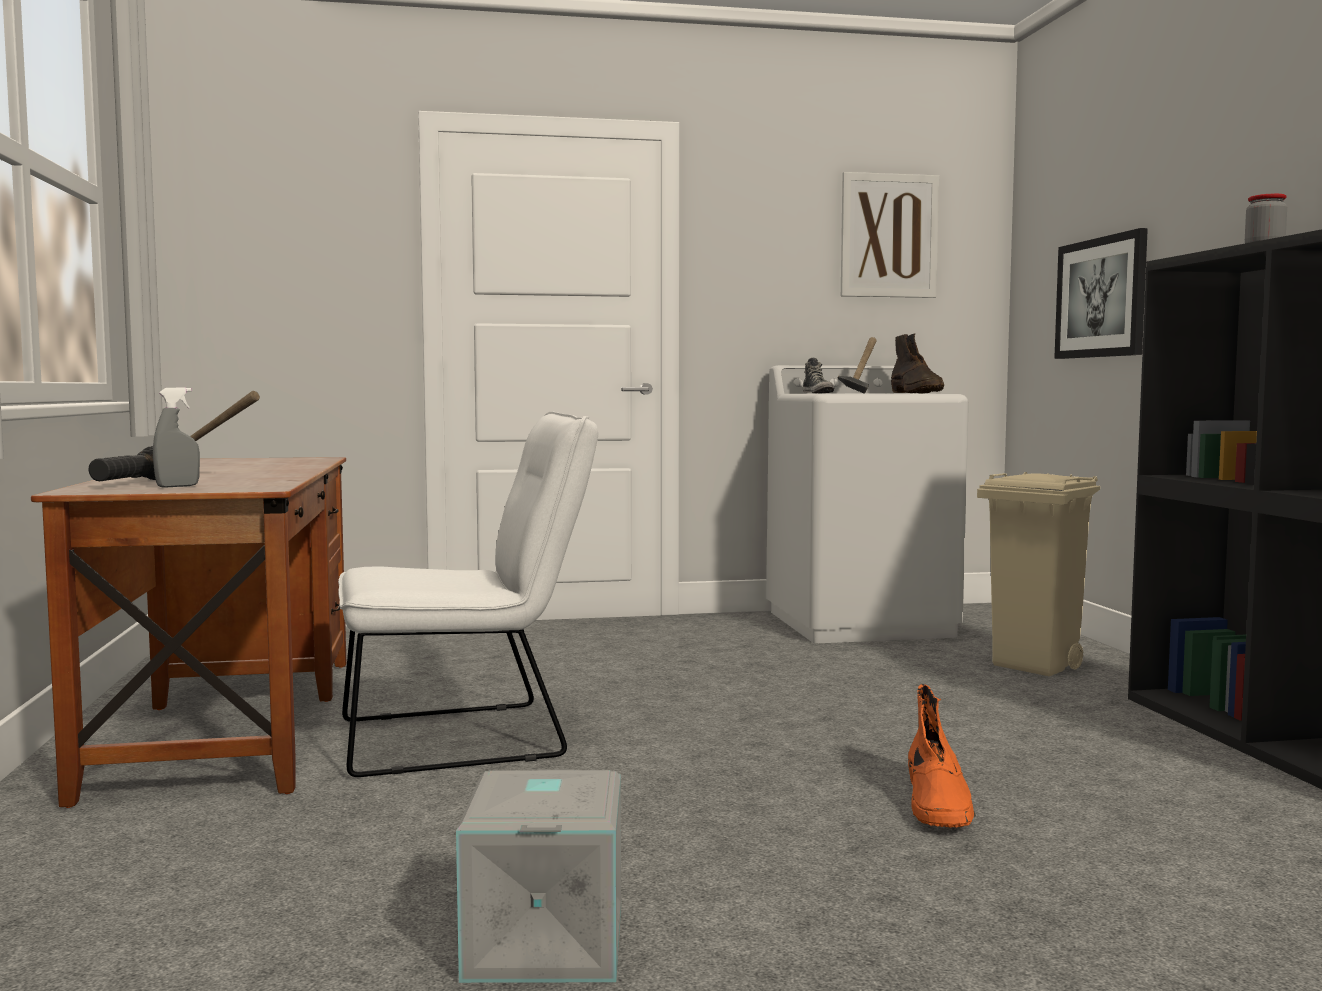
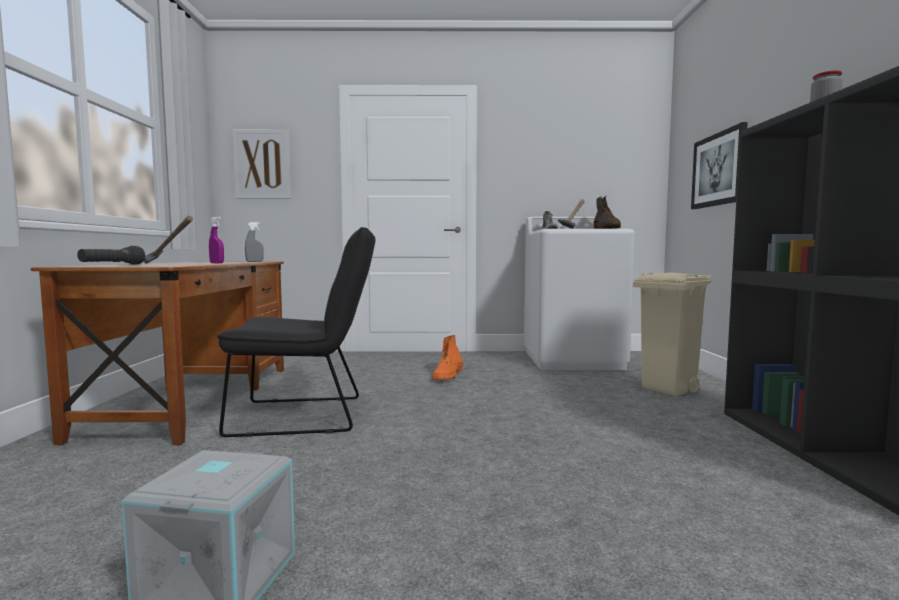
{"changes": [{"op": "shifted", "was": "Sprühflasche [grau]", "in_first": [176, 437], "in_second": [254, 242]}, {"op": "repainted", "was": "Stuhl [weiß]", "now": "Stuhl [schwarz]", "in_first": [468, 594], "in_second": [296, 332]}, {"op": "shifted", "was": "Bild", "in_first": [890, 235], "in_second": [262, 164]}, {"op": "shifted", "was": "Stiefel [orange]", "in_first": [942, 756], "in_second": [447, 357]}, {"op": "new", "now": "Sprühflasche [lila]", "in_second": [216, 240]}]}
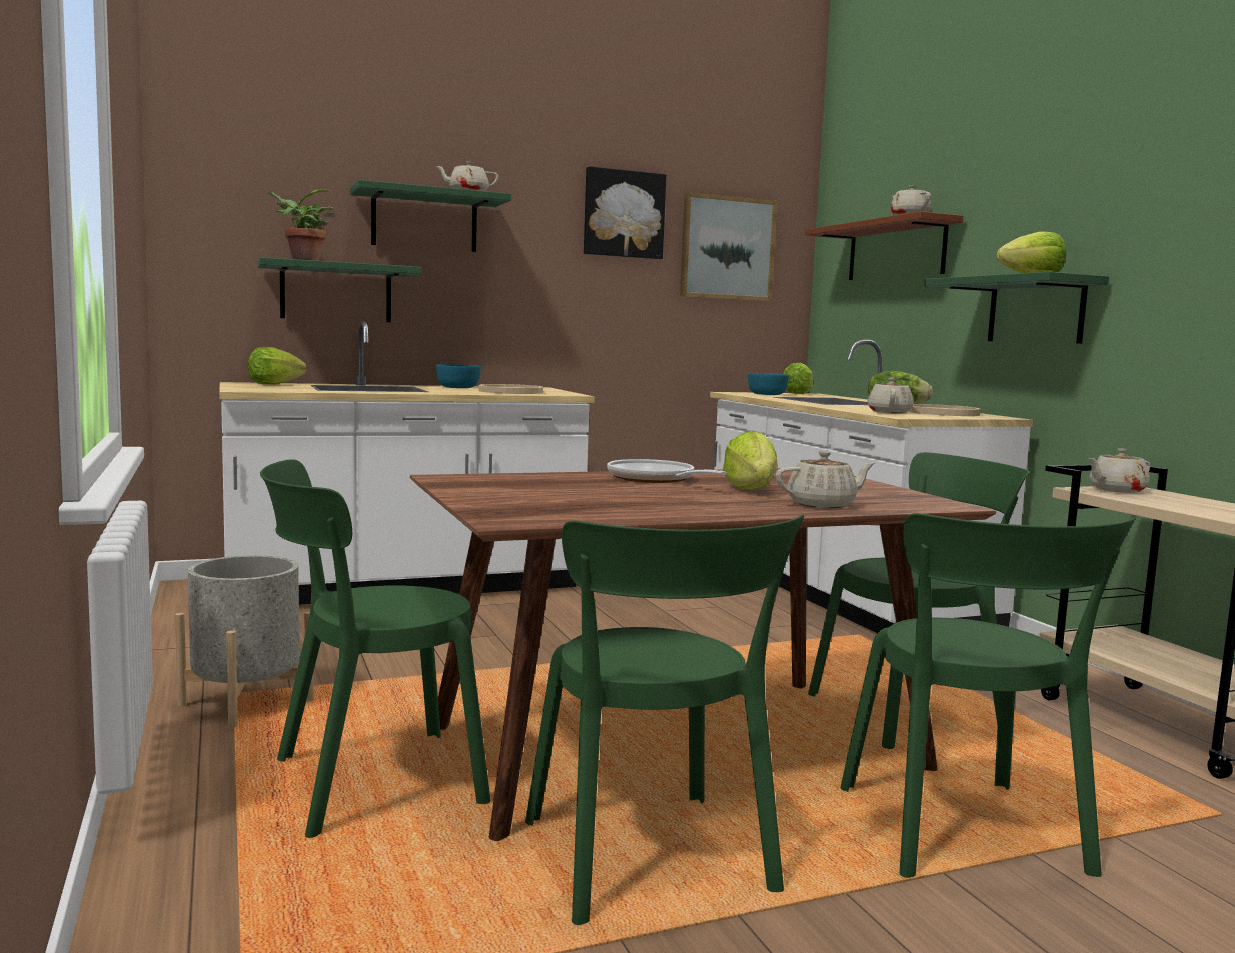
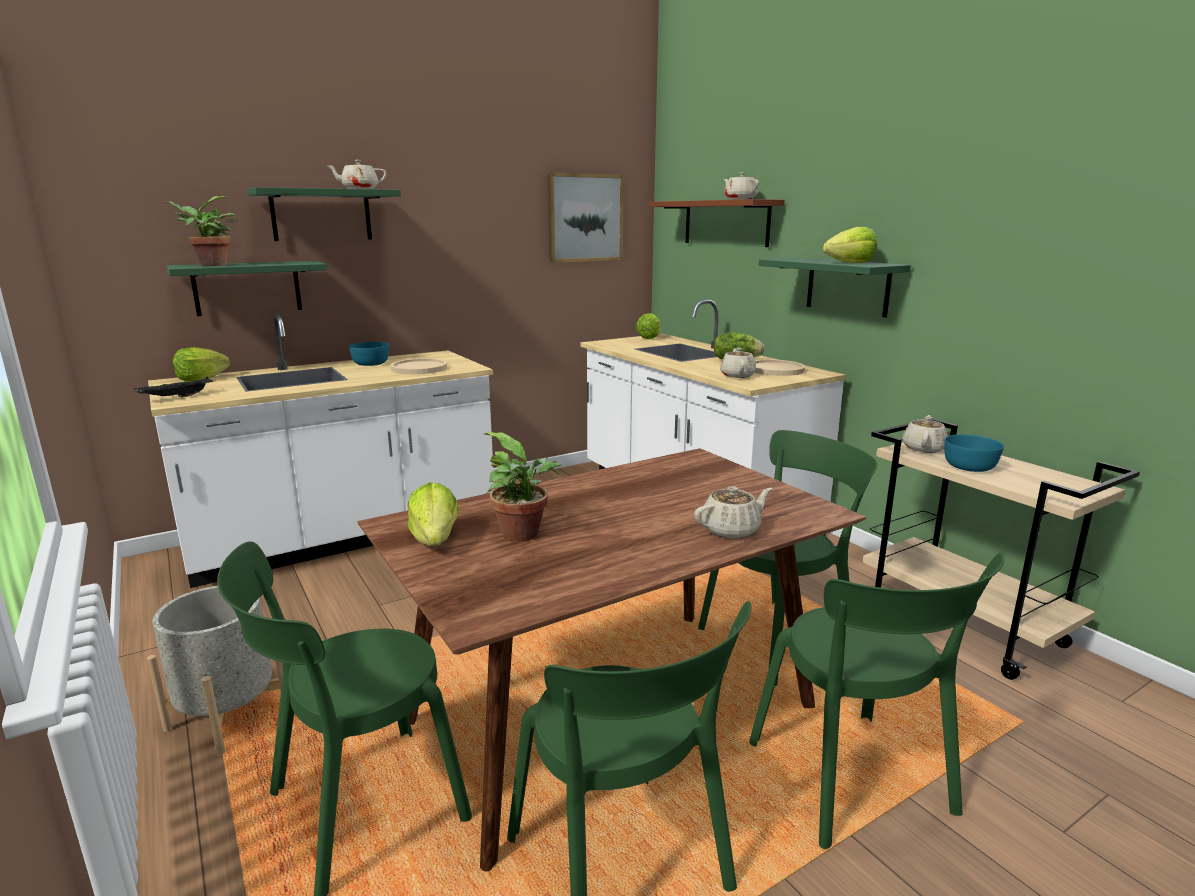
{"changes": [{"op": "gone", "was": "Bild", "in_first": [625, 212]}, {"op": "gone", "was": "Pfanne", "in_first": [667, 471]}, {"op": "shifted", "was": "Salatkopf", "in_first": [750, 460], "in_second": [433, 514]}, {"op": "shifted", "was": "Schüssel [türkis]", "in_first": [768, 384], "in_second": [974, 453]}, {"op": "rotated", "was": "Teekanne [beige]", "in_first": [1119, 470], "in_second": [925, 434], "clockwise": 150}, {"op": "new", "now": "Tablett [schwarz]", "in_second": [173, 387]}, {"op": "new", "now": "Topfpflanze", "in_second": [523, 487]}]}
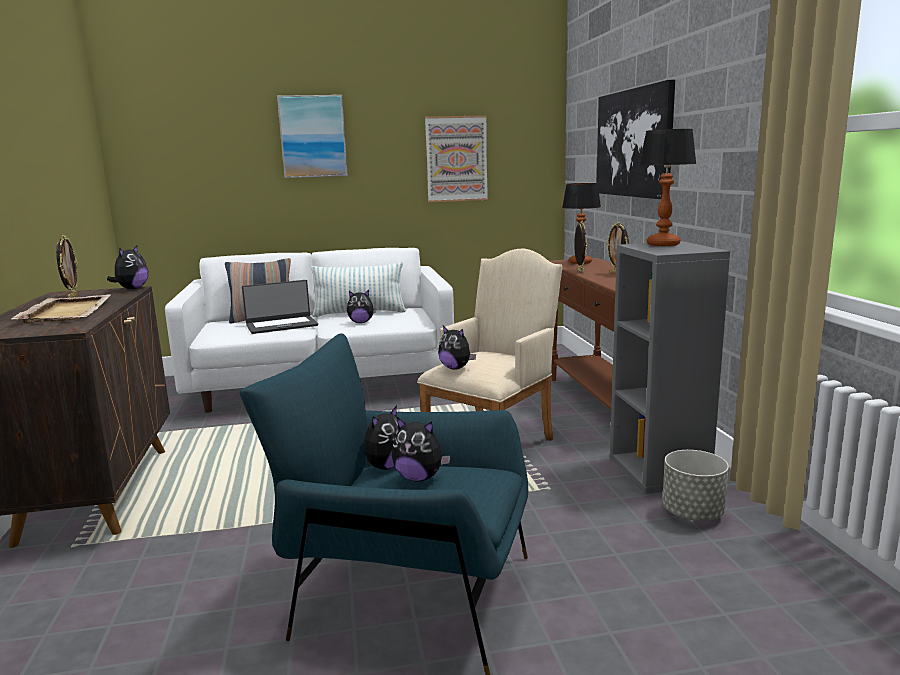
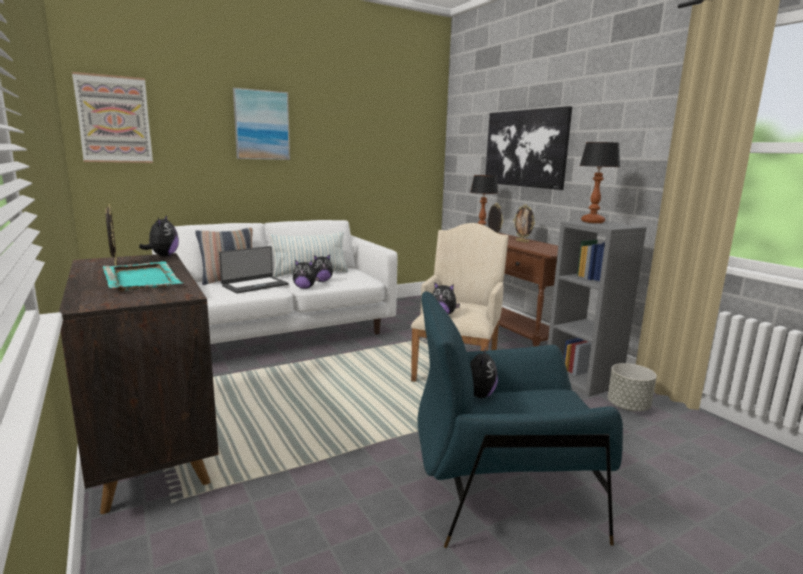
{"changes": [{"op": "repainted", "was": "Tablett [beige]", "now": "Tablett [türkis]", "in_first": [60, 309], "in_second": [142, 276]}, {"op": "shifted", "was": "Plüschtier", "in_first": [421, 449], "in_second": [306, 274]}, {"op": "shifted", "was": "Bild", "in_first": [456, 158], "in_second": [112, 117]}]}
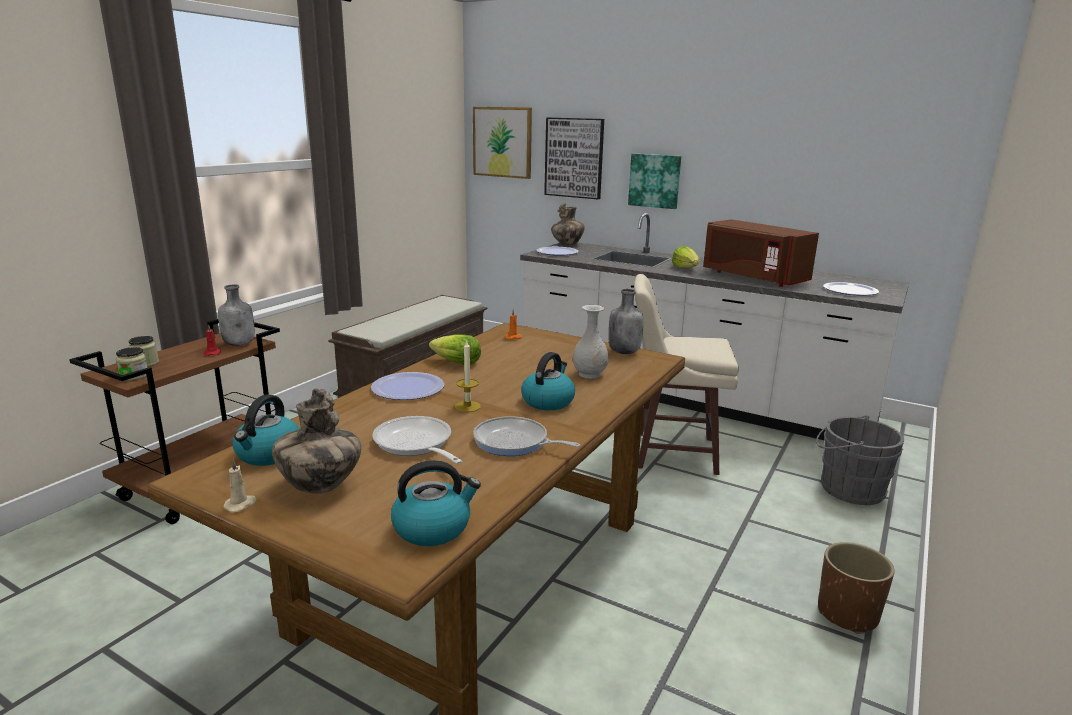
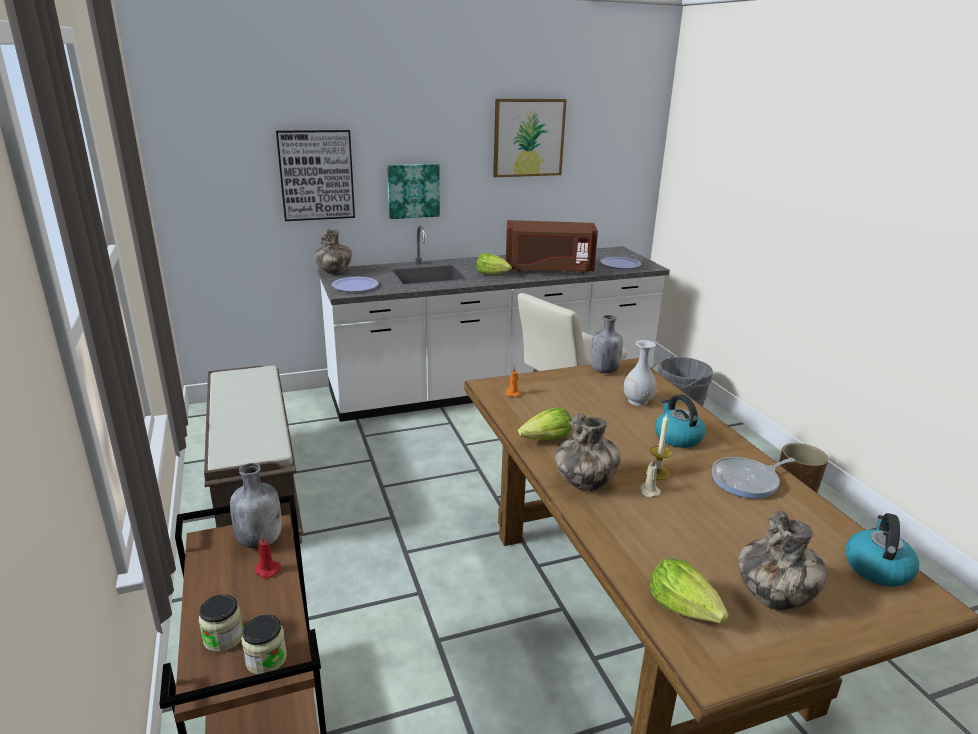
{"changes": [{"op": "shifted", "was": "Kerze [beige]", "in_first": [240, 486], "in_second": [650, 478]}, {"op": "swapped", "was": "Wasserkessel", "now": "Salatkopf", "in_first": [266, 430], "in_second": [689, 591]}, {"op": "swapped", "was": "Teller", "now": "Vase", "in_first": [407, 386], "in_second": [588, 452]}, {"op": "gone", "was": "Pfanne", "in_first": [417, 440]}, {"op": "shifted", "was": "Bild", "in_first": [502, 143], "in_second": [530, 138]}]}
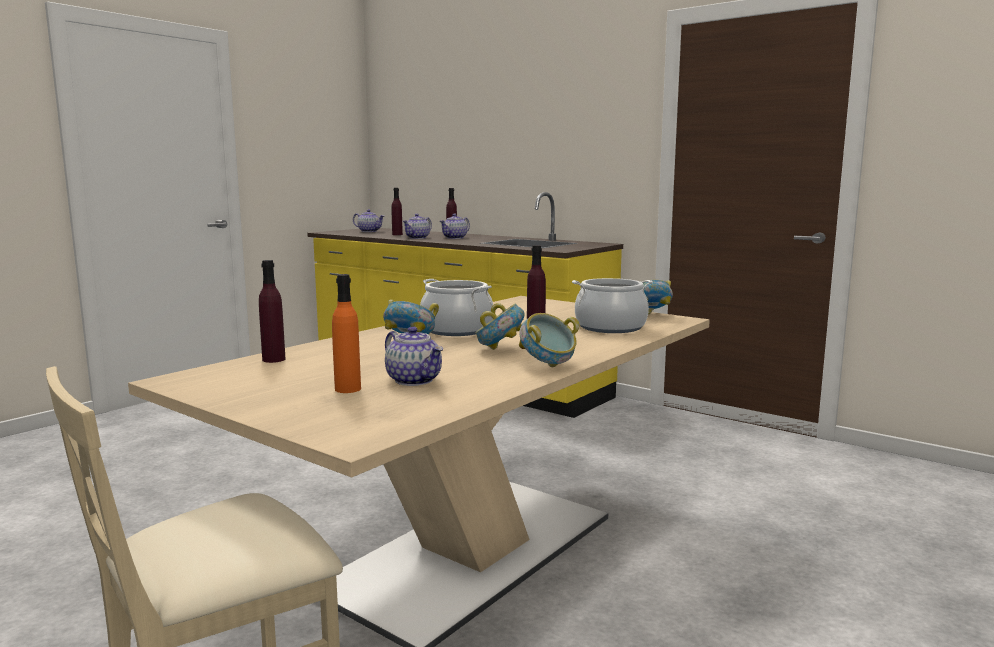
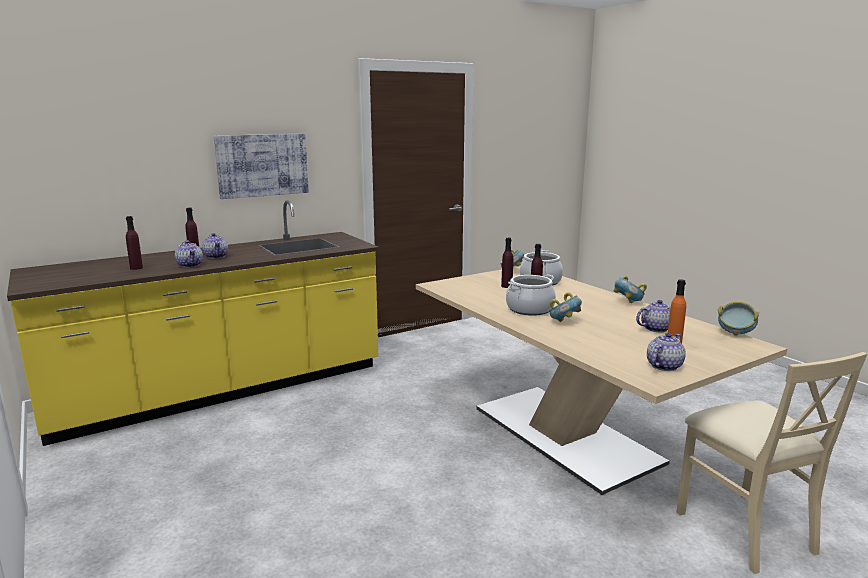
{"changes": [{"op": "shifted", "was": "Flasche [lila]", "in_first": [272, 311], "in_second": [507, 263]}, {"op": "shifted", "was": "Teekanne", "in_first": [368, 220], "in_second": [666, 352]}, {"op": "shifted", "was": "Schüssel", "in_first": [500, 326], "in_second": [738, 319]}, {"op": "new", "now": "Bild", "in_second": [261, 166]}]}
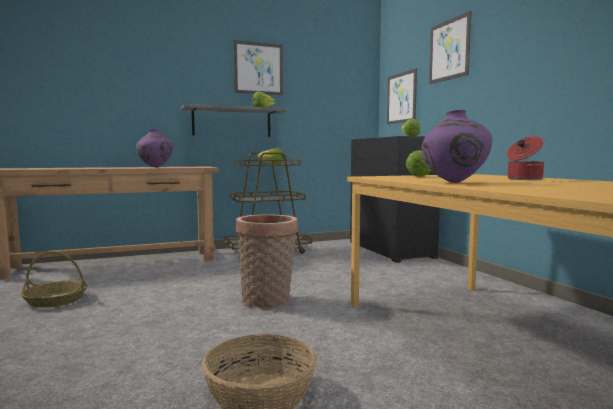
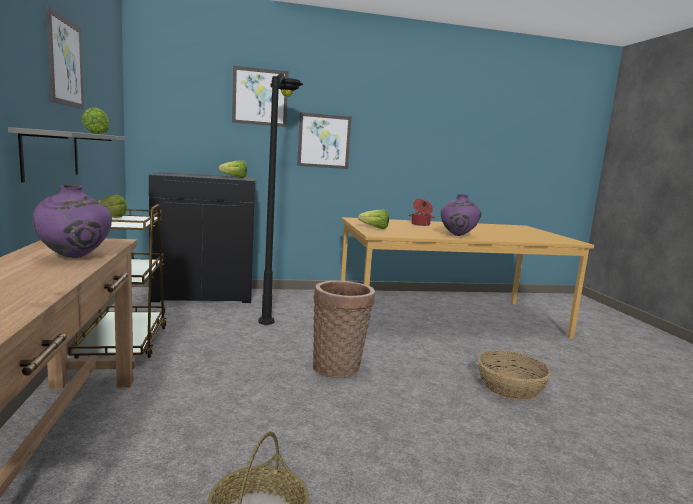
{"changes": [{"op": "shifted", "was": "Bild", "in_first": [402, 96], "in_second": [324, 140]}, {"op": "new", "now": "Stehlampe [schwarz]", "in_second": [280, 199]}]}
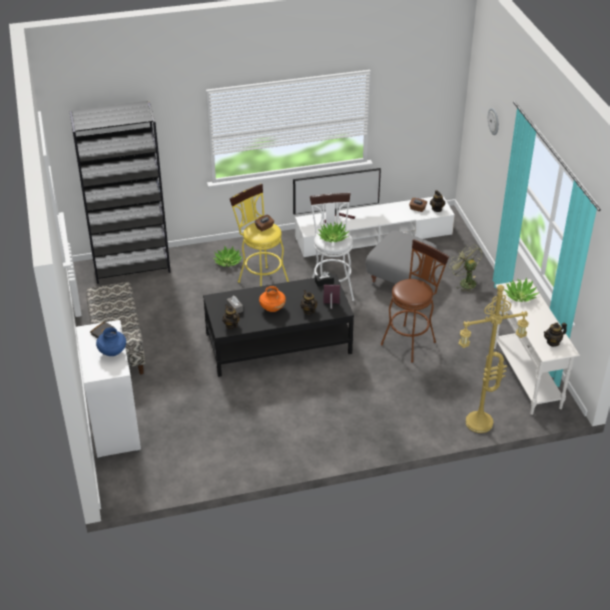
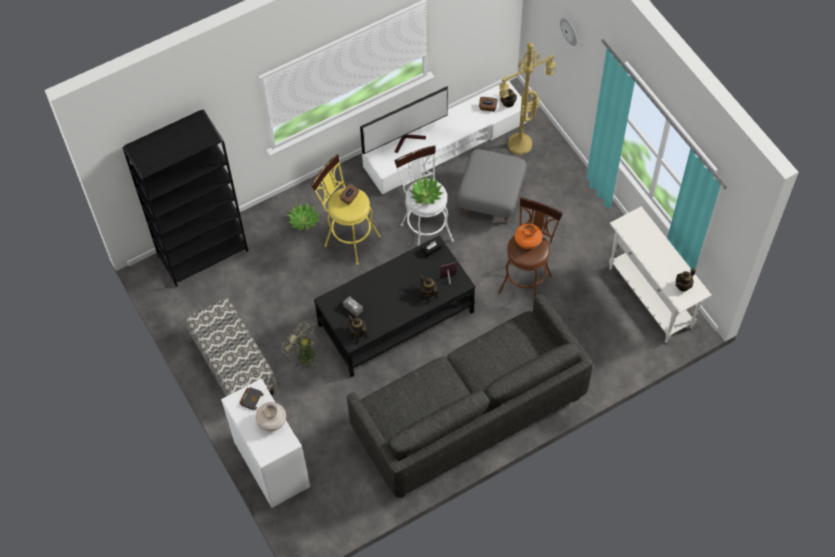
{"changes": [{"op": "repainted", "was": "Vase [blau]", "now": "Vase [beige]", "in_first": [111, 341], "in_second": [271, 416]}, {"op": "shifted", "was": "Vase [orange]", "in_first": [272, 299], "in_second": [528, 236]}, {"op": "shifted", "was": "Ventilator [grün]", "in_first": [465, 268], "in_second": [299, 345]}, {"op": "shifted", "was": "Stehlampe [gelb]", "in_first": [494, 359], "in_second": [527, 99]}, {"op": "gone", "was": "Topfpflanze", "in_first": [521, 289]}, {"op": "new", "now": "Sofa [grau]", "in_second": [470, 395]}]}
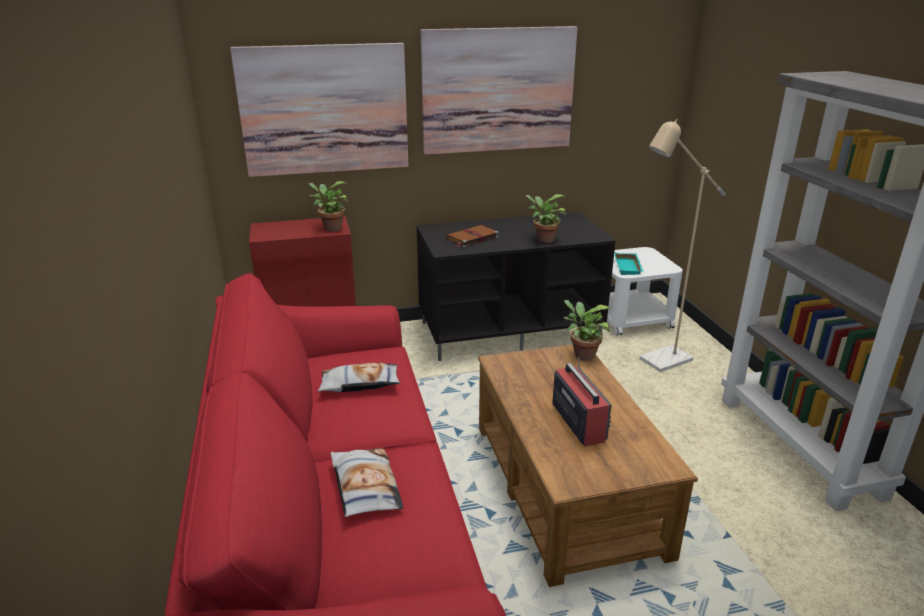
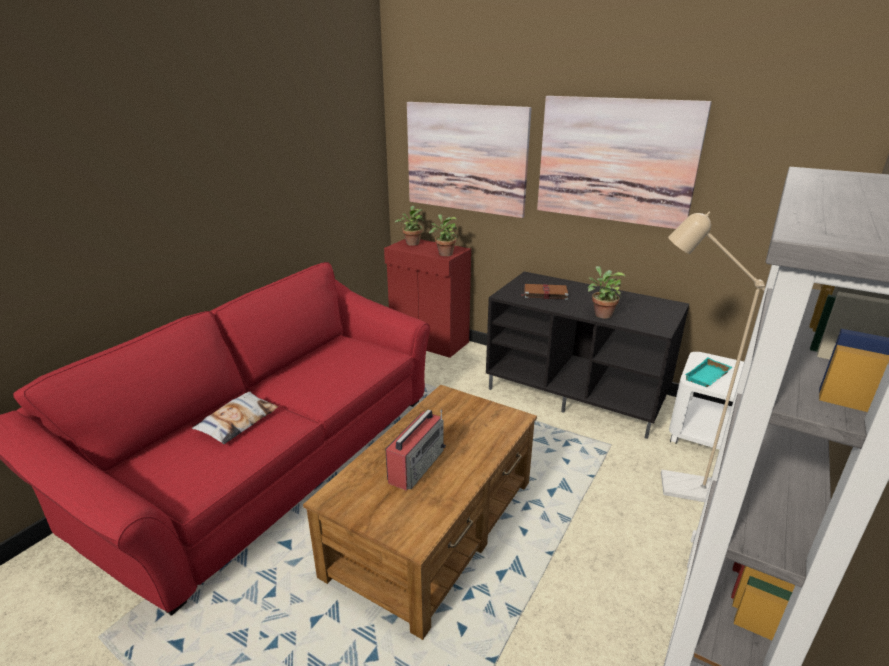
{"changes": [{"op": "gone", "was": "Kissen", "in_first": [358, 377]}, {"op": "shifted", "was": "Topfpflanze", "in_first": [588, 330], "in_second": [409, 226]}]}
